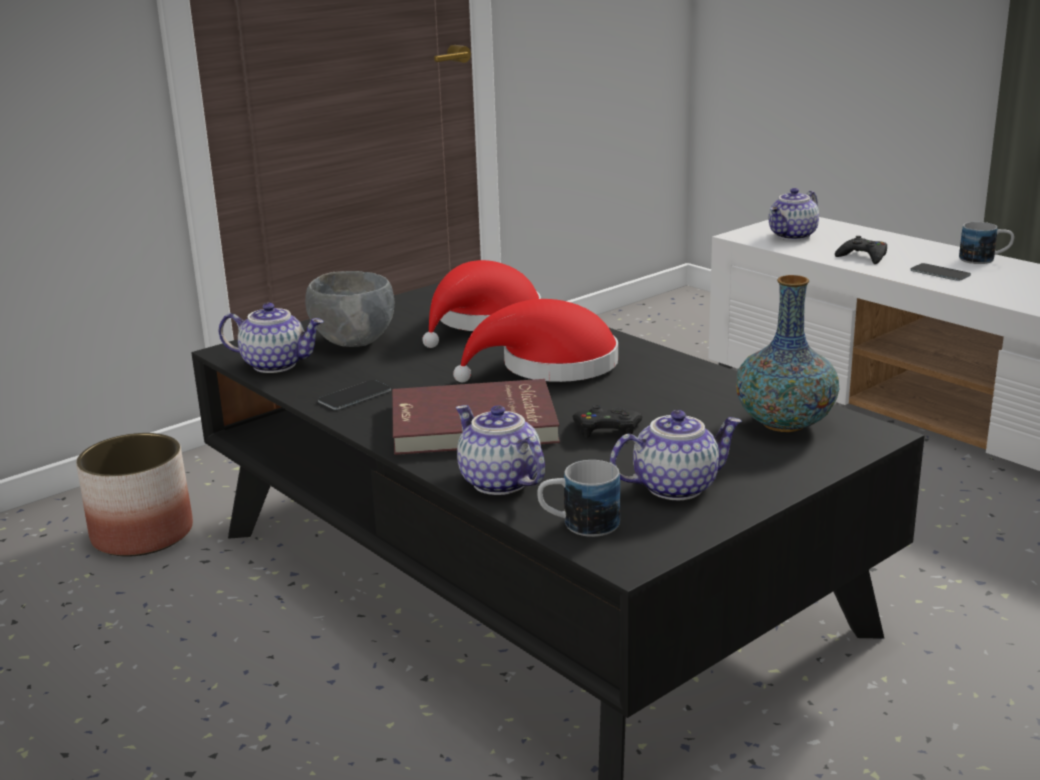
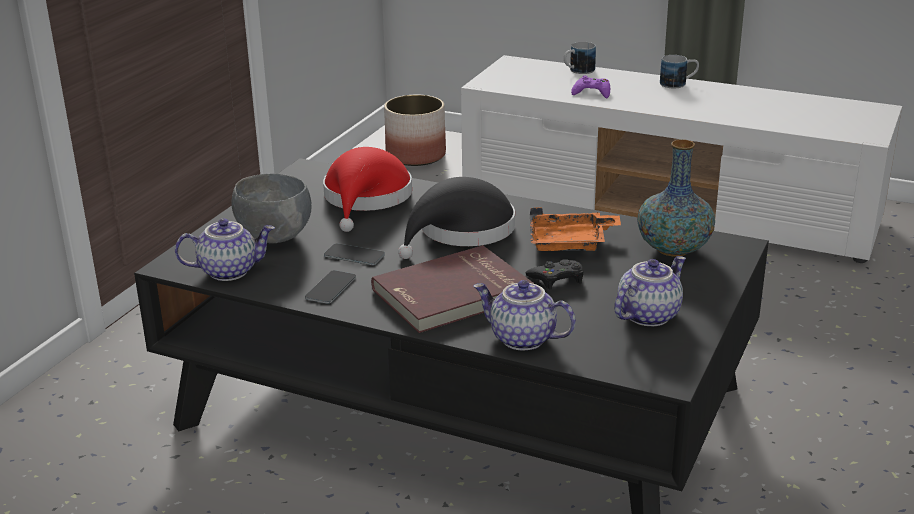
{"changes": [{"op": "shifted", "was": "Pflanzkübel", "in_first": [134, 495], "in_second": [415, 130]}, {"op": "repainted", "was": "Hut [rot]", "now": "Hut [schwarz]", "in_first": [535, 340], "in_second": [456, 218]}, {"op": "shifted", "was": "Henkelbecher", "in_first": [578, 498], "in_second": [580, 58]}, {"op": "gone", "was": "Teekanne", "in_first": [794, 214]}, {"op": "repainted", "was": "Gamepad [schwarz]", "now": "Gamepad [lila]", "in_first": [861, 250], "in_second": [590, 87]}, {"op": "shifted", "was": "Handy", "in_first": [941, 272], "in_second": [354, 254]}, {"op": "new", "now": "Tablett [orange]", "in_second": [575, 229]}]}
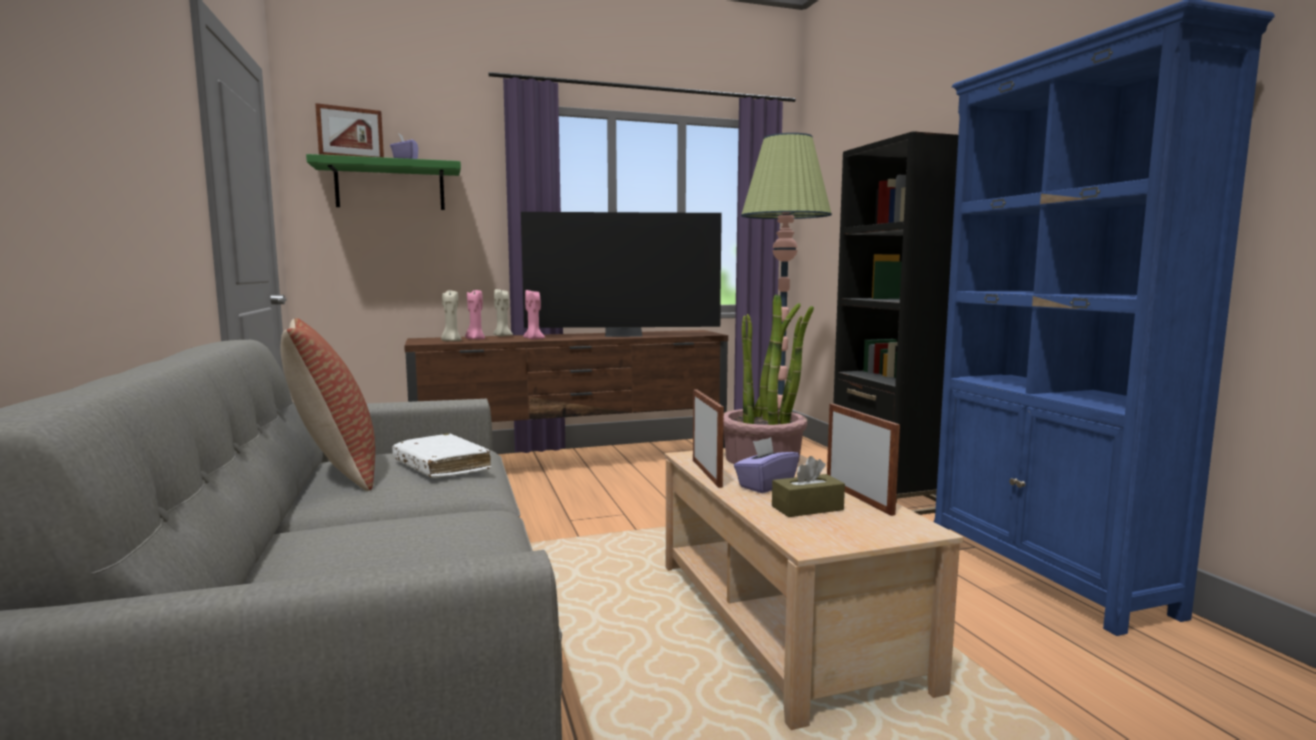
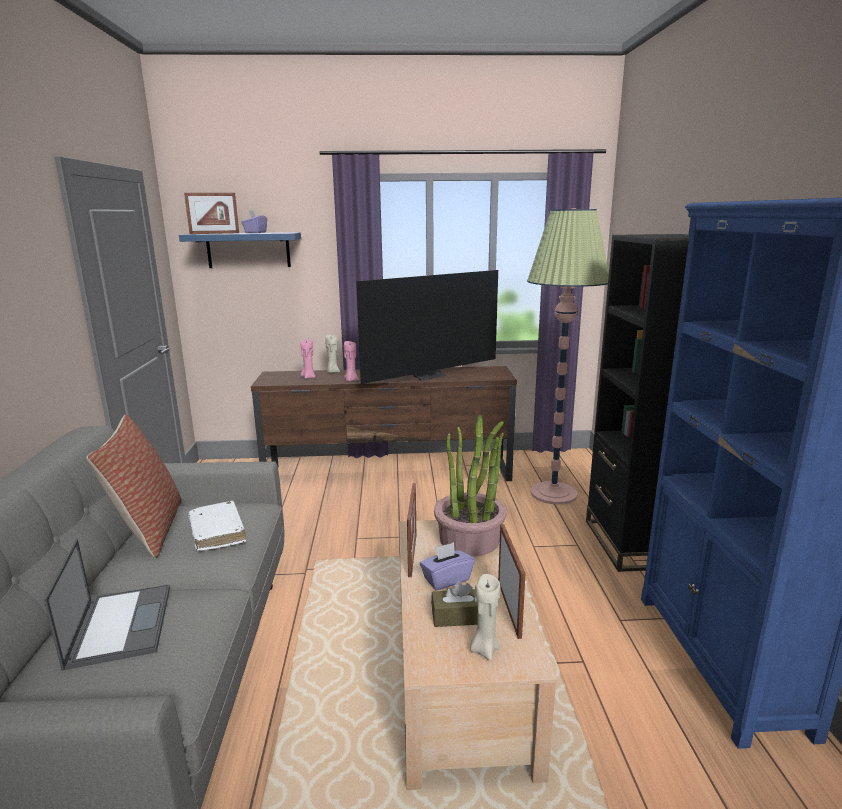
{"changes": [{"op": "repainted", "was": "Wandregal [grün]", "now": "Wandregal [blau]", "in_first": [383, 182], "in_second": [240, 250]}, {"op": "shifted", "was": "Kerze [beige]", "in_first": [451, 316], "in_second": [485, 617]}, {"op": "rotated", "was": "Fernseher", "in_first": [621, 274], "in_second": [427, 327], "clockwise": -45}, {"op": "new", "now": "Laptop", "in_second": [107, 604]}]}
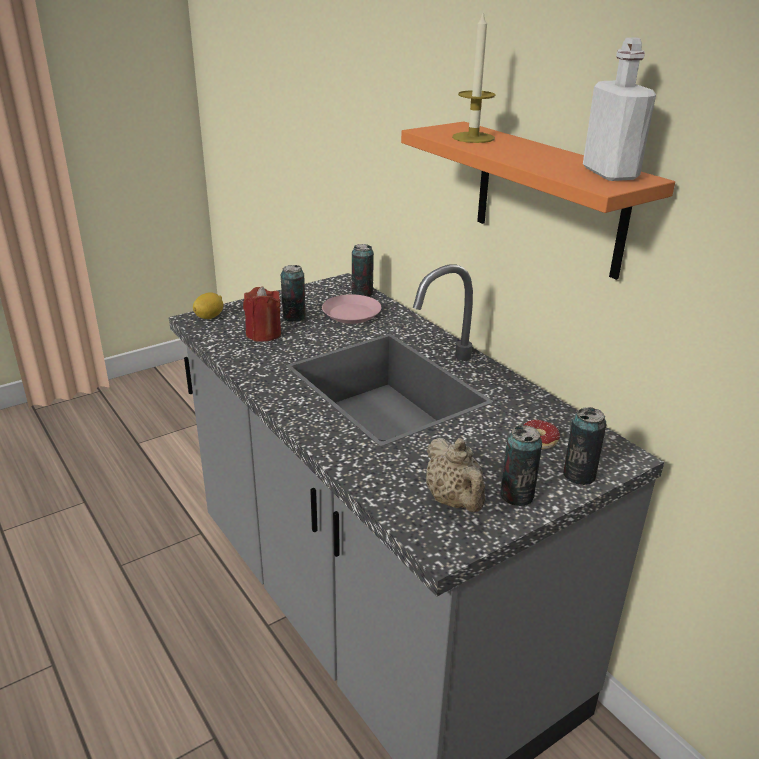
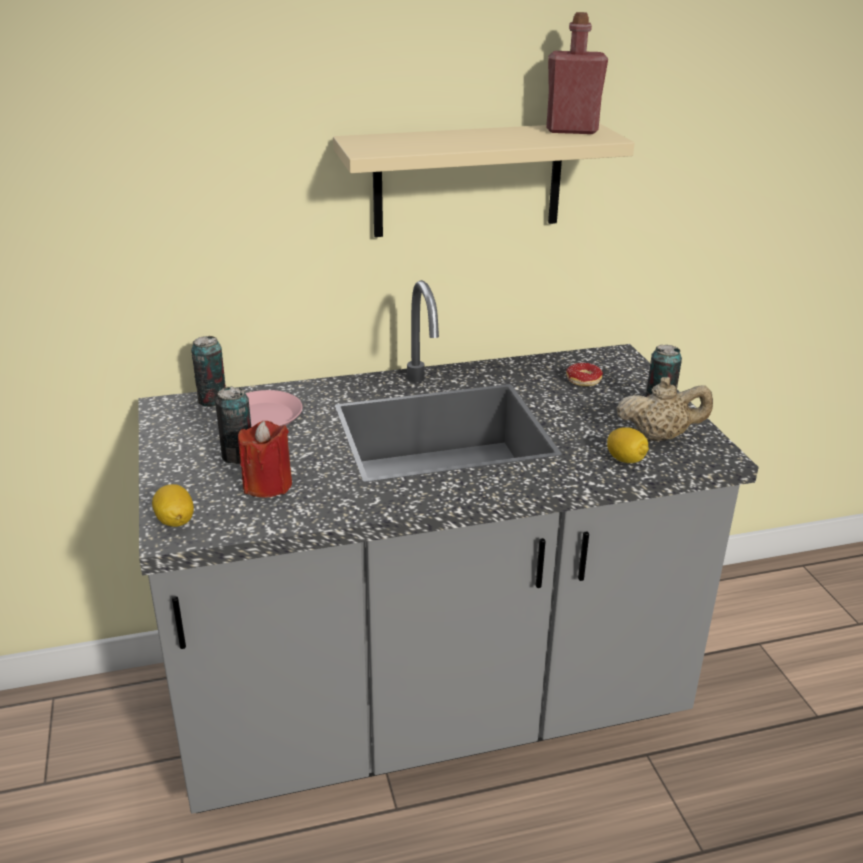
{"changes": [{"op": "repainted", "was": "Wandregal [orange]", "now": "Wandregal [beige]", "in_first": [538, 201], "in_second": [484, 180]}, {"op": "gone", "was": "Kerze", "in_first": [474, 77]}, {"op": "gone", "was": "Dose", "in_first": [584, 446]}, {"op": "repainted", "was": "Flasche [weiß]", "now": "Flasche [rot]", "in_first": [619, 109], "in_second": [577, 73]}, {"op": "new", "now": "Zitrone", "in_second": [628, 445]}]}
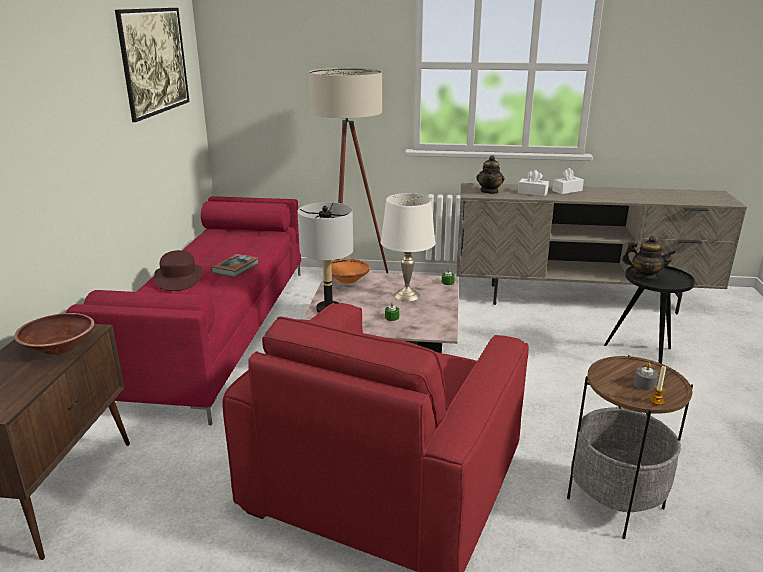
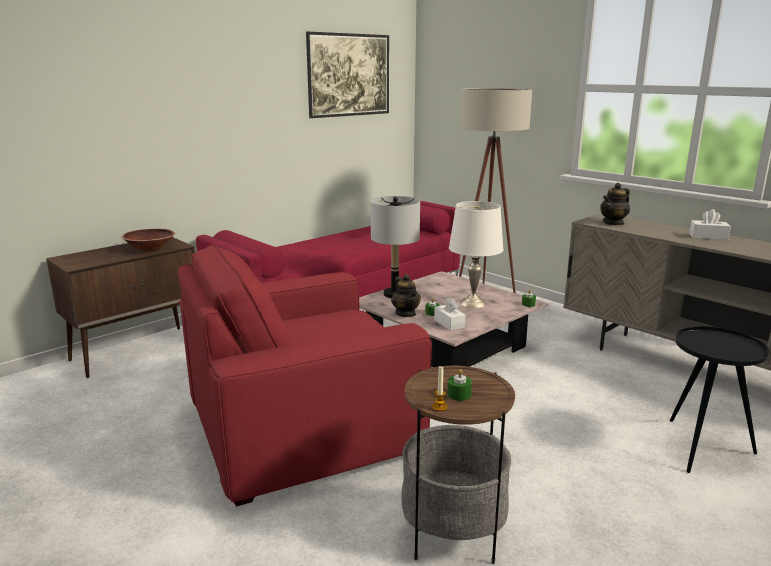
{"changes": [{"op": "gone", "was": "Hut [braun]", "in_first": [178, 270]}, {"op": "gone", "was": "Buch", "in_first": [235, 265]}, {"op": "gone", "was": "Schüssel [orange]", "in_first": [351, 271]}, {"op": "shifted", "was": "Taschentuchbox [weiß]", "in_first": [533, 183], "in_second": [449, 314]}, {"op": "shifted", "was": "Teekanne", "in_first": [649, 258], "in_second": [406, 295]}, {"op": "repainted", "was": "Kerze [grau]", "now": "Kerze [grün]", "in_first": [646, 377], "in_second": [459, 385]}]}
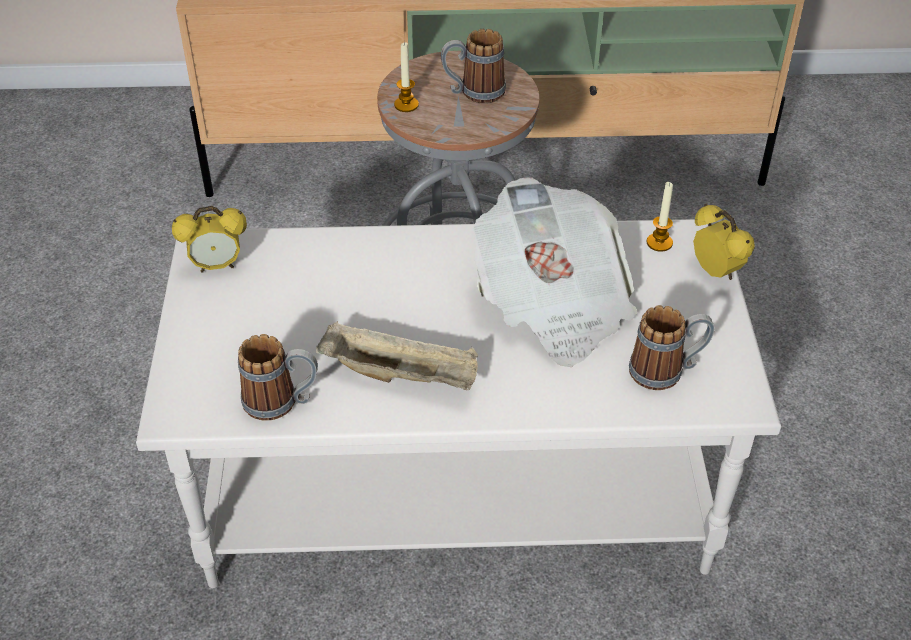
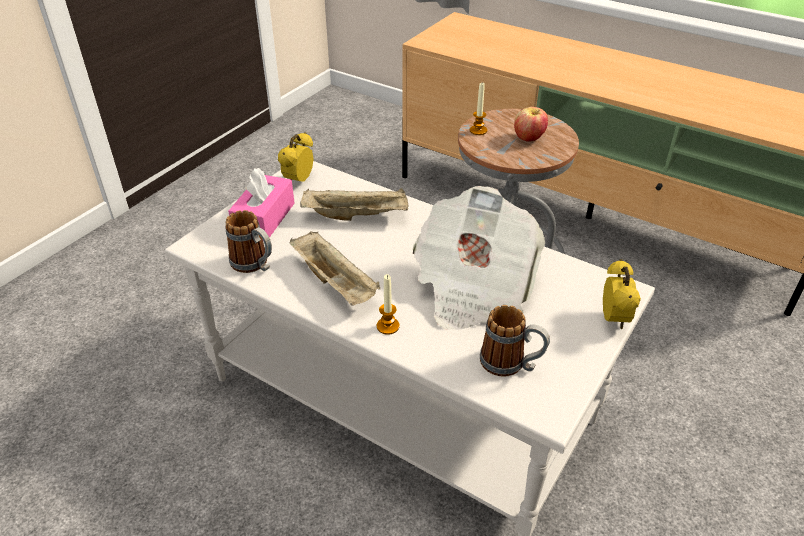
{"changes": [{"op": "rotated", "was": "Wecker", "in_first": [209, 239], "in_second": [296, 156], "clockwise": 90}, {"op": "swapped", "was": "Henkelbecher", "now": "Apfel", "in_first": [473, 66], "in_second": [531, 124]}, {"op": "shifted", "was": "Kerze", "in_first": [660, 217], "in_second": [388, 304]}, {"op": "new", "now": "Taschentuchbox [rosa]", "in_second": [261, 203]}, {"op": "new", "now": "Tablett [beige]", "in_second": [354, 204]}]}
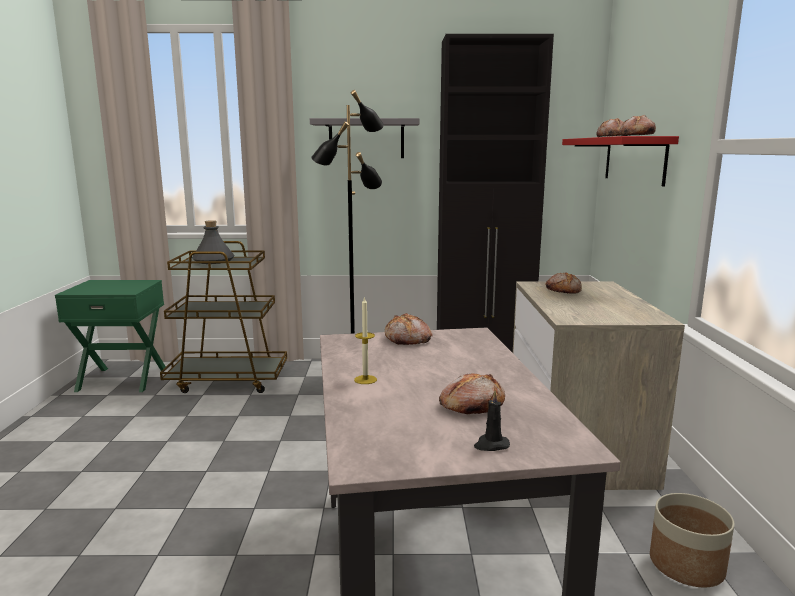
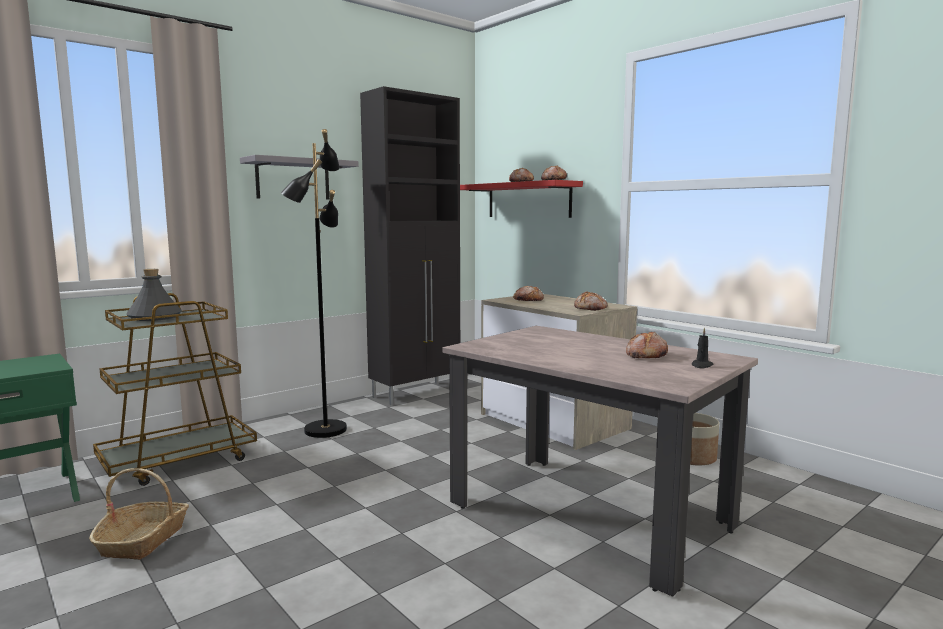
{"changes": [{"op": "gone", "was": "Kerze", "in_first": [365, 340]}, {"op": "shifted", "was": "Brot", "in_first": [409, 329], "in_second": [591, 301]}, {"op": "new", "now": "Korb", "in_second": [139, 514]}]}
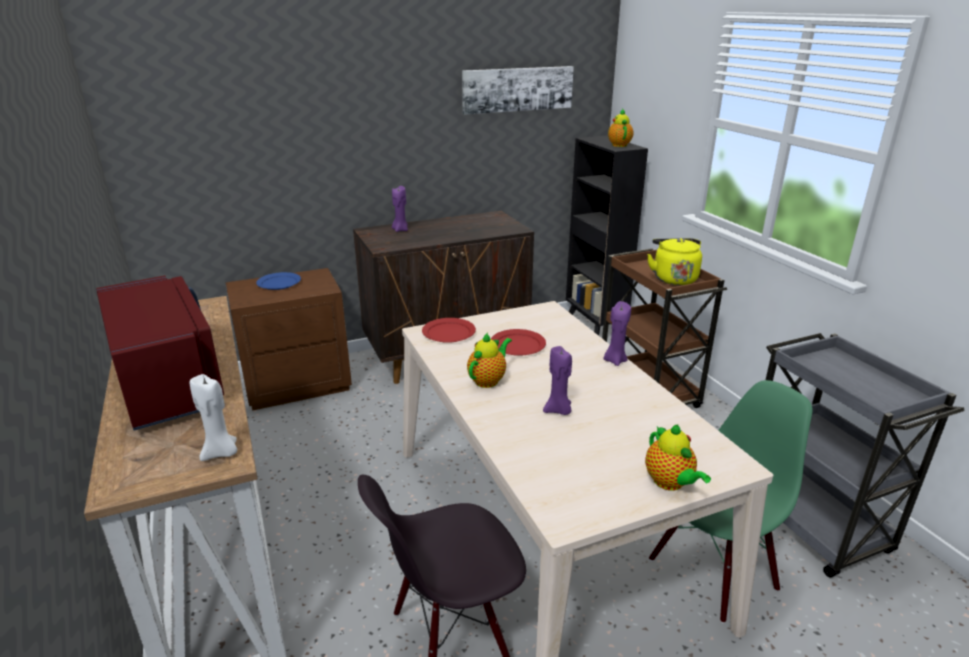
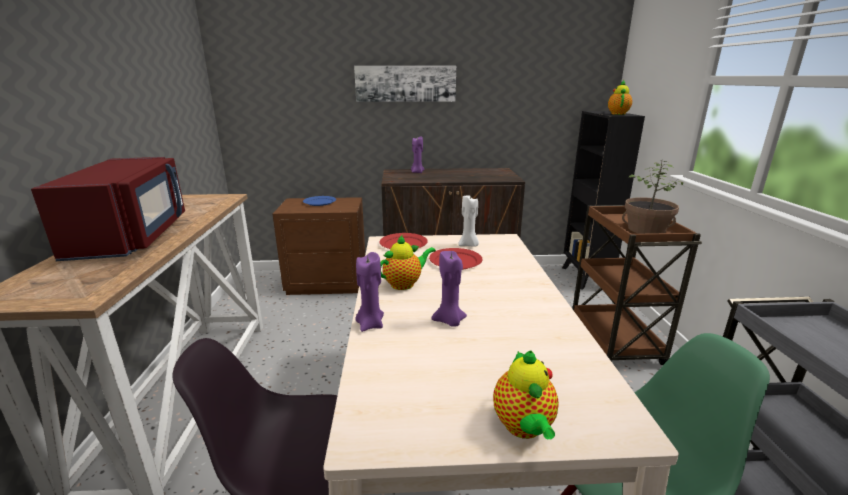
{"changes": [{"op": "shifted", "was": "Kerze [weiß]", "in_first": [213, 417], "in_second": [468, 221]}, {"op": "shifted", "was": "Bild", "in_first": [518, 90], "in_second": [405, 84]}, {"op": "shifted", "was": "Kerze [lila]", "in_first": [617, 333], "in_second": [369, 292]}, {"op": "swapped", "was": "Wasserkessel [gelb]", "now": "Topfpflanze", "in_first": [674, 261], "in_second": [652, 197]}]}
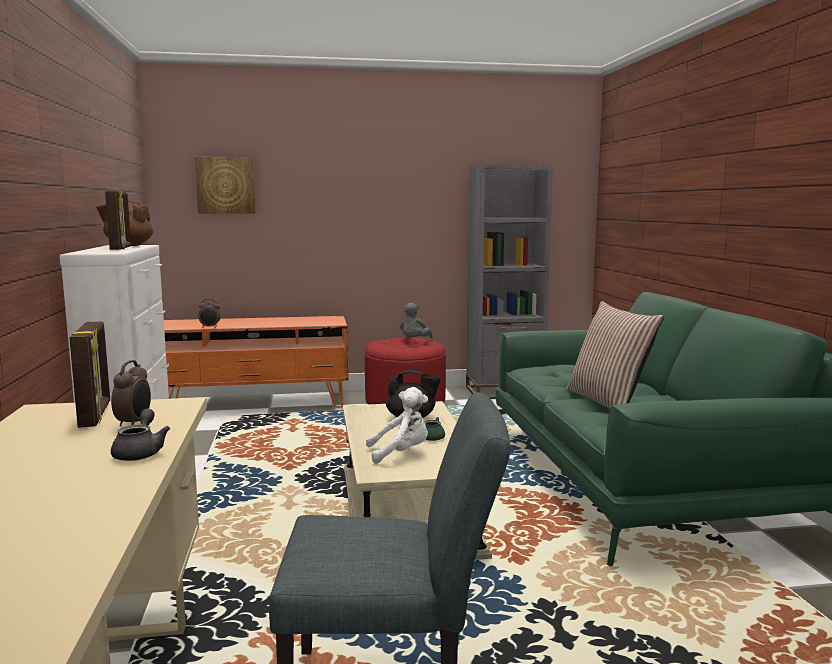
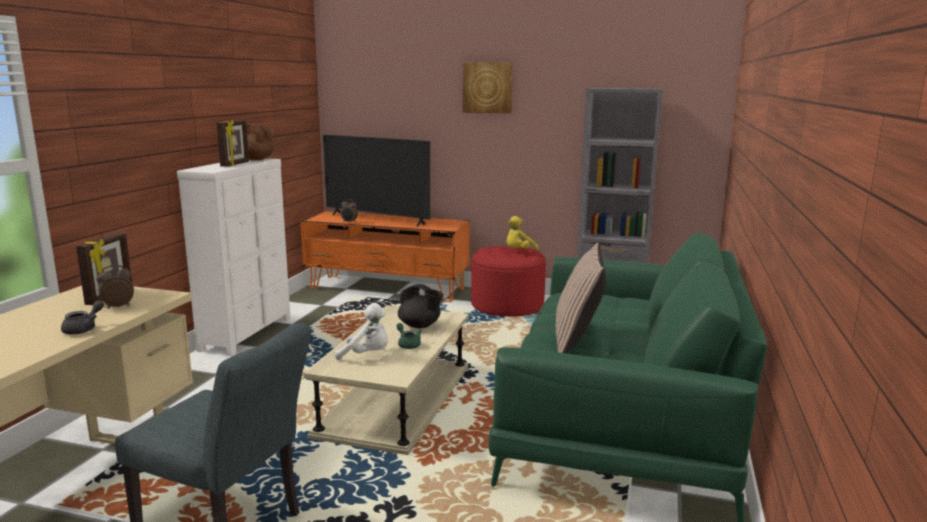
{"changes": [{"op": "rotated", "was": "Wecker", "in_first": [131, 393], "in_second": [115, 287], "clockwise": -150}, {"op": "shifted", "was": "Bild", "in_first": [225, 185], "in_second": [488, 88]}, {"op": "repainted", "was": "Plüschtier [grau]", "now": "Plüschtier [gelb]", "in_first": [416, 320], "in_second": [522, 233]}, {"op": "new", "now": "Fernseher", "in_second": [376, 181]}]}
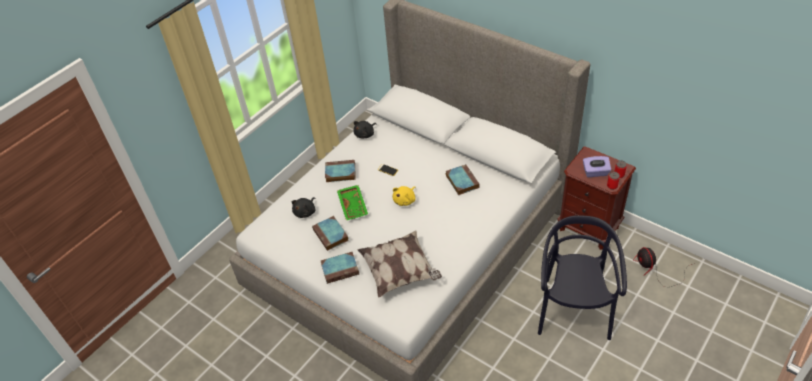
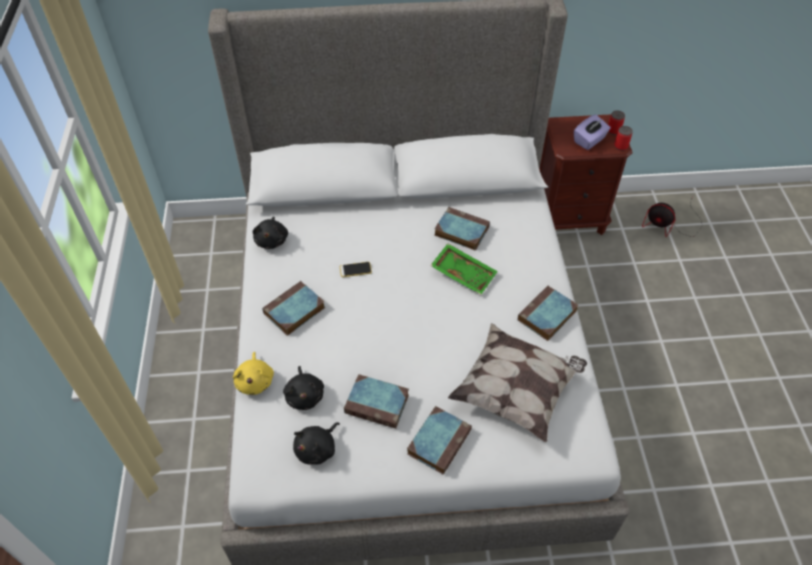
{"changes": [{"op": "shifted", "was": "Tablett [grün]", "in_first": [352, 202], "in_second": [464, 269]}, {"op": "shifted", "was": "Plüschtier [gelb]", "in_first": [404, 196], "in_second": [253, 373]}, {"op": "gone", "was": "Stuhl [schwarz]", "in_first": [582, 277]}, {"op": "new", "now": "Plüschtier [schwarz]", "in_second": [316, 443]}, {"op": "new", "now": "Buch", "in_second": [548, 313]}]}
